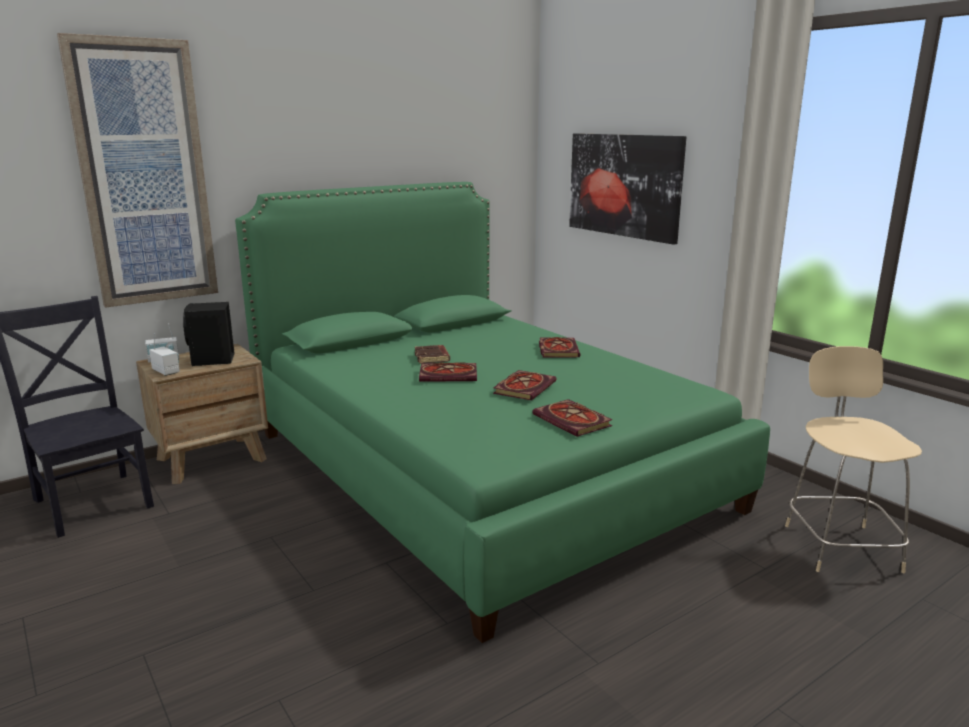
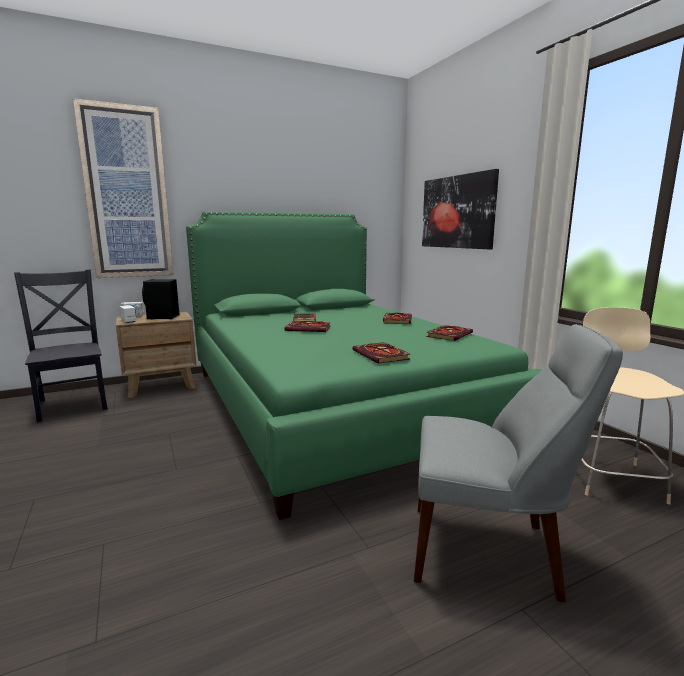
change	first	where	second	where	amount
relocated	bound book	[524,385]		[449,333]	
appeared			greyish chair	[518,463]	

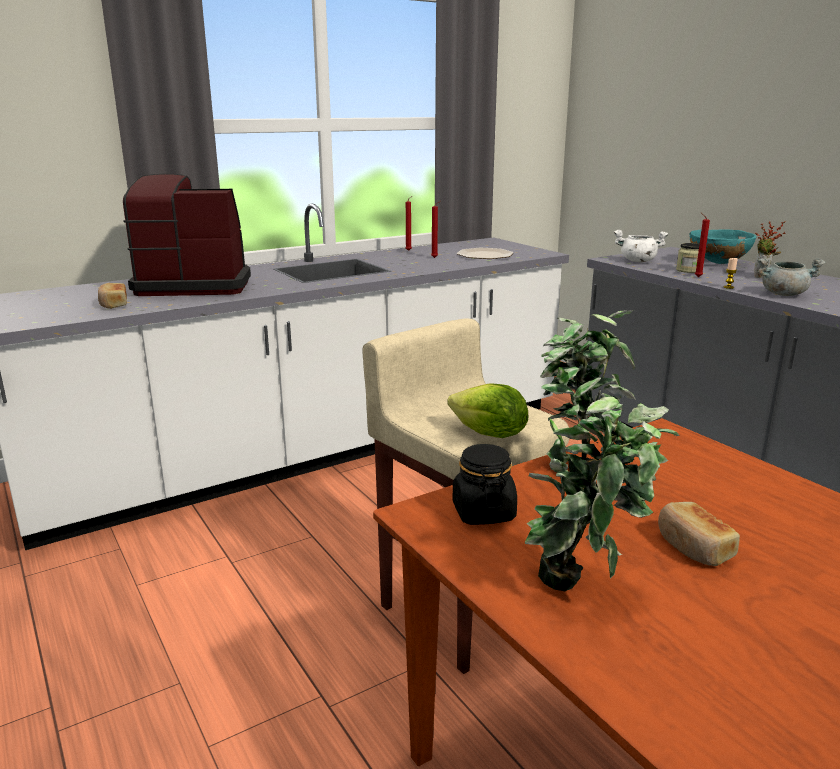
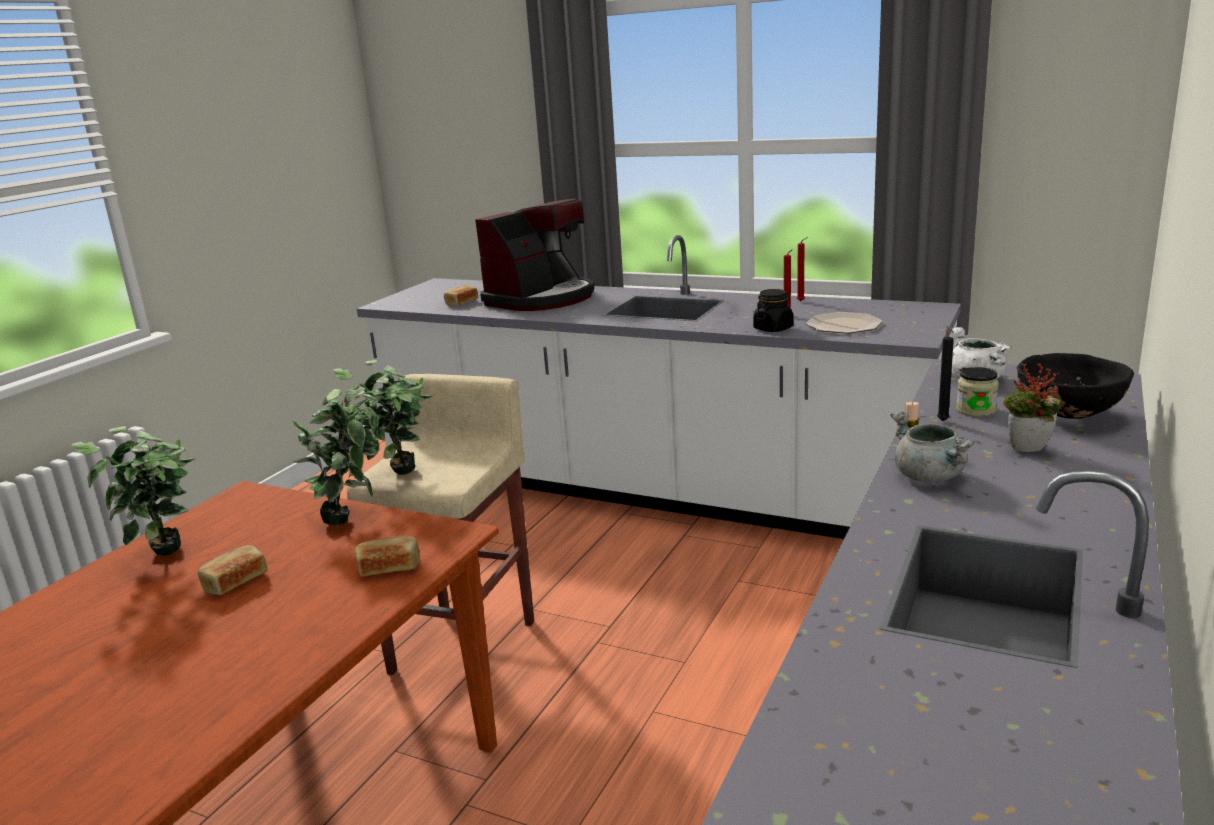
change	first	where	second	where	amount
spun	coffee brewer	[187,235]		[534,255]	75 degrees clockwise
exchanged	lettuce head	[487,410]	houseplant	[382,417]	
relocated	black-coloured storage jar	[485,484]		[773,310]	
colour	turquoise deep dish	[723,246]	black-coloured deep dish	[1075,386]	
colour	reddish wax candle	[702,245]	black-coloured wax candle	[945,373]	
appeared			bakery bread	[387,556]	

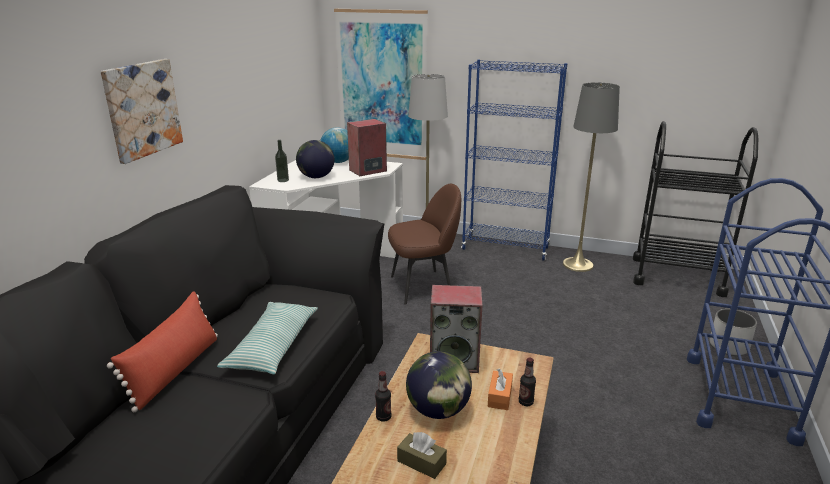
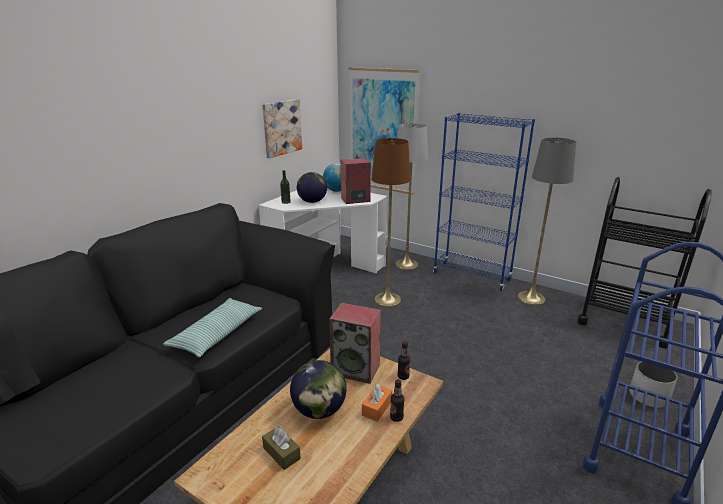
change	first	where	second	where	amount
relocated	wall art	[141,111]		[282,128]	
missing	reddish throw pillow	[162,351]			
relocated	drink bottle	[383,396]		[403,360]	
exchanged	brownish chair	[424,244]	brownish standard lamp	[390,222]	

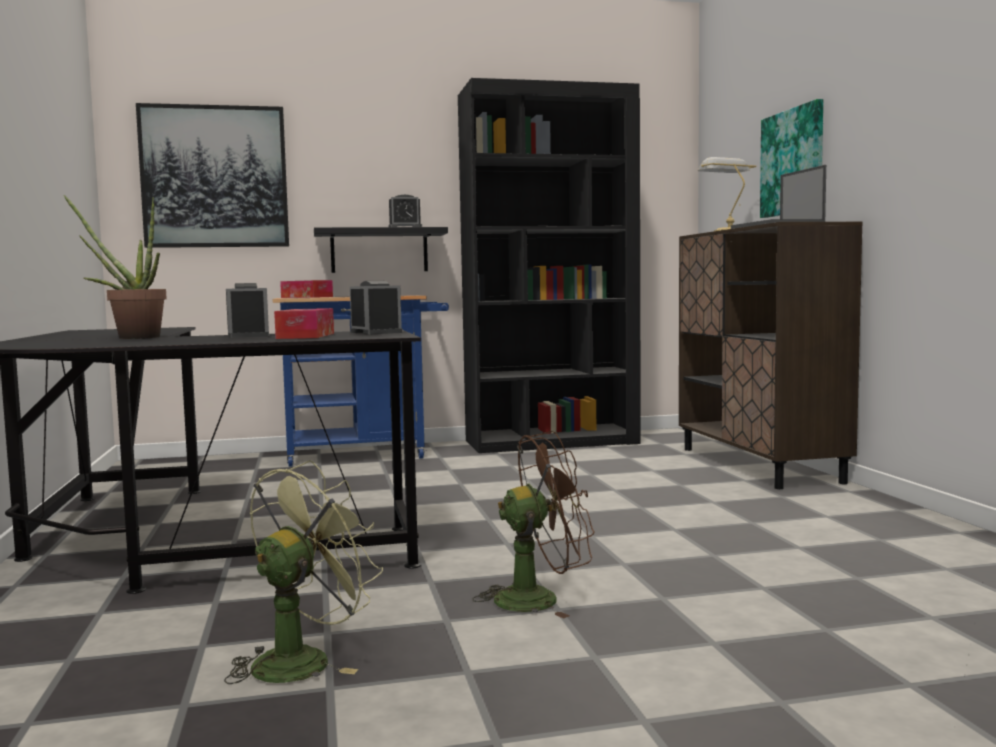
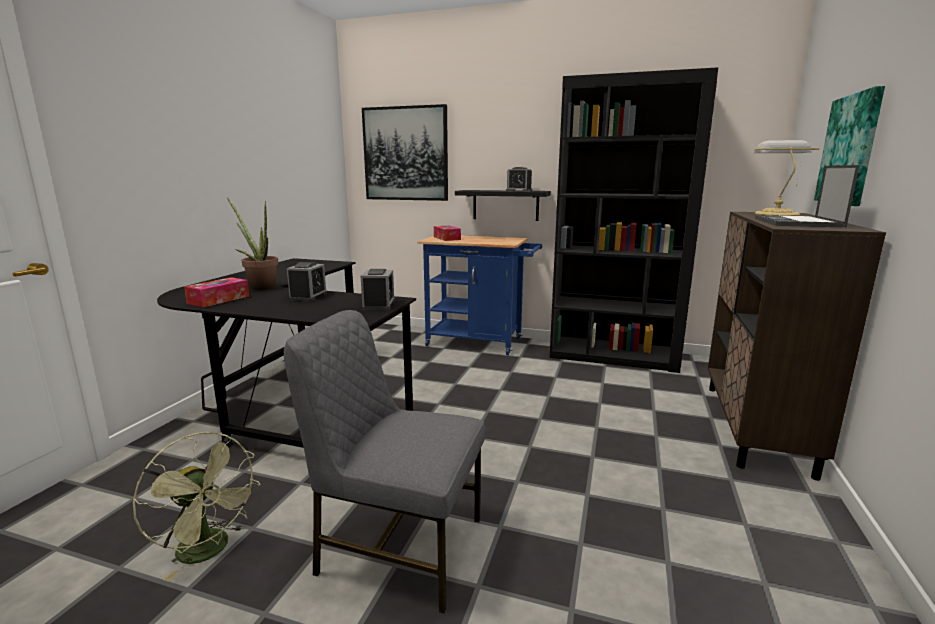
change	first	where	second	where	amount
spun	green cooling fan	[303,572]		[197,506]	60 degrees clockwise
relocated	box of tissues	[304,323]		[216,292]	
exchanged	brownish cooling fan	[533,525]	greyish chair	[385,462]	

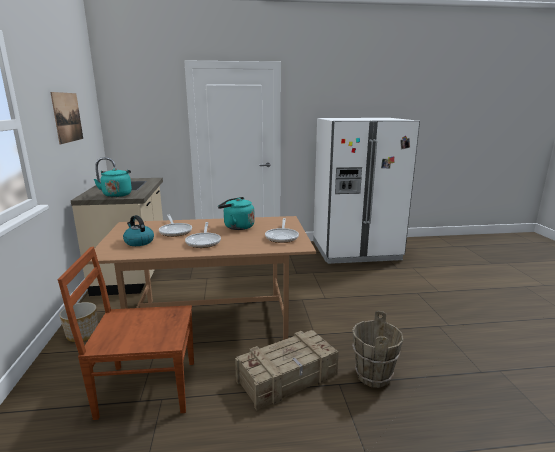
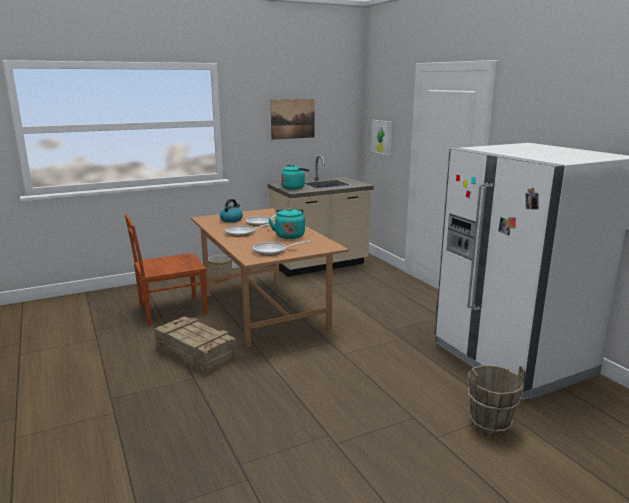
change	first	where	second	where	amount
spun	brownish chair	[125,333]		[166,270]	90 degrees counterclockwise
relocated	brownish bucket	[377,349]		[496,401]	
appeared			wall art	[381,138]	

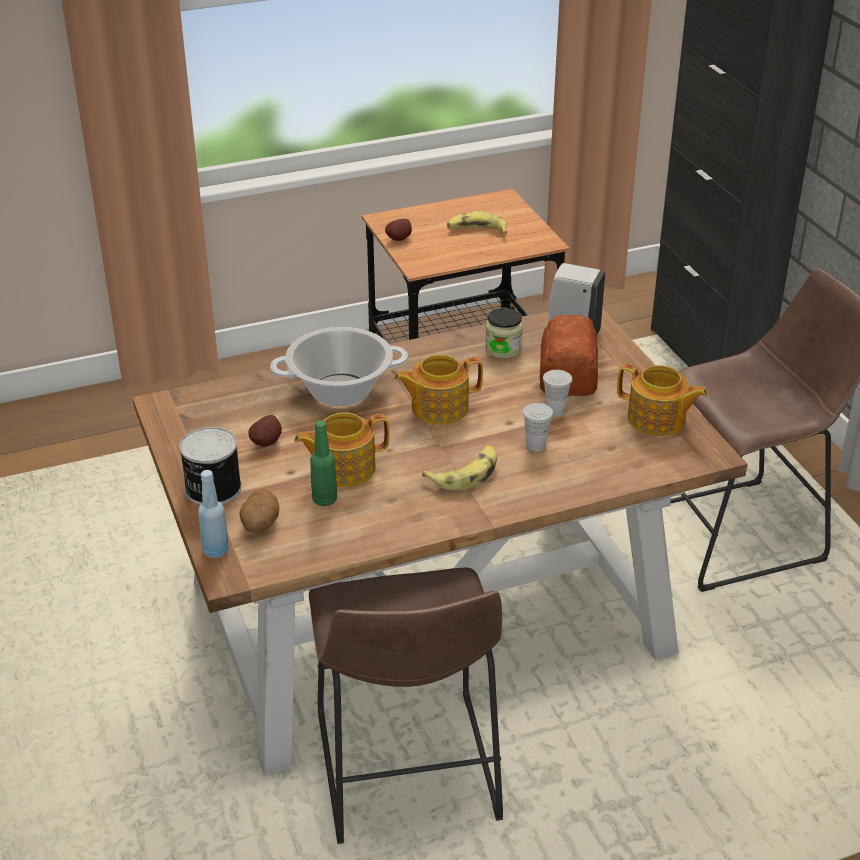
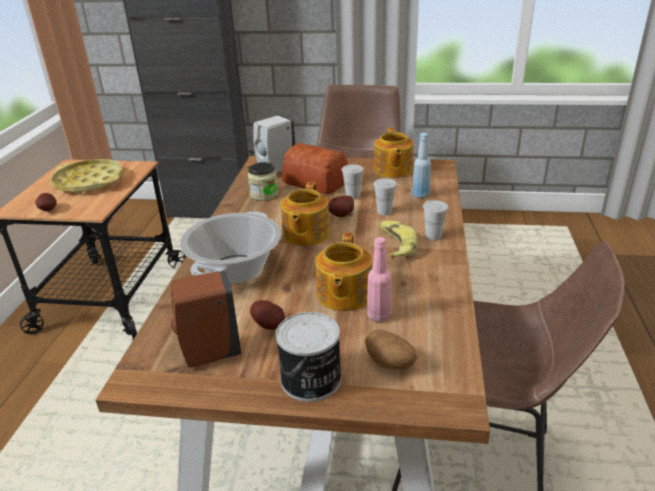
change	first	where	second	where	amount
relocated	blue-coloured drink bottle	[213,514]		[421,165]	
colour	green drink bottle	[323,463]	pink drink bottle	[379,279]	
exchanged	banana	[477,222]	yellowish tray	[86,176]	
spun	tea pot	[662,400]		[394,153]	120 degrees clockwise
appeared			brownish soap dispenser	[206,319]	
appeared			whole potato	[341,206]	
appeared			white-coloured cup	[435,220]	

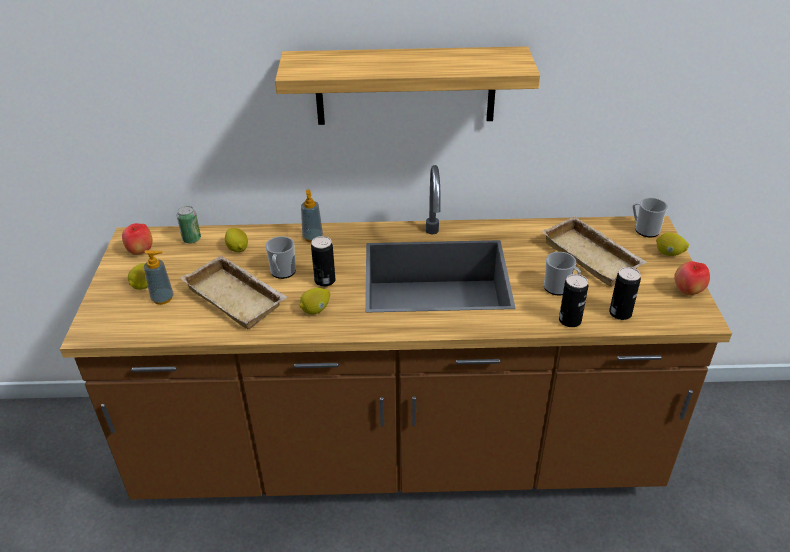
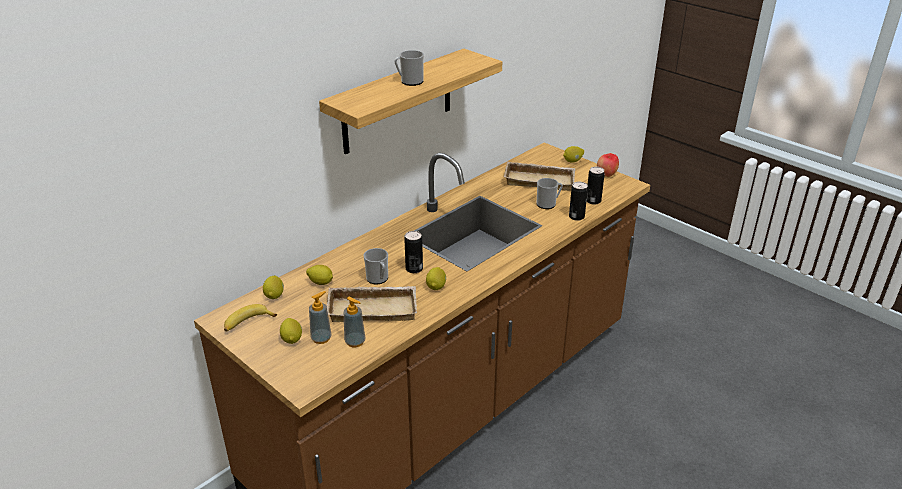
change	first	where	second	where	amount
exchanged	whole apple	[137,239]	banana	[250,317]	
exchanged	metal can	[189,225]	citrus fruit	[273,287]	
relocated	soap dispenser	[312,216]		[354,322]	
relocated	tea mug	[650,217]		[409,68]	

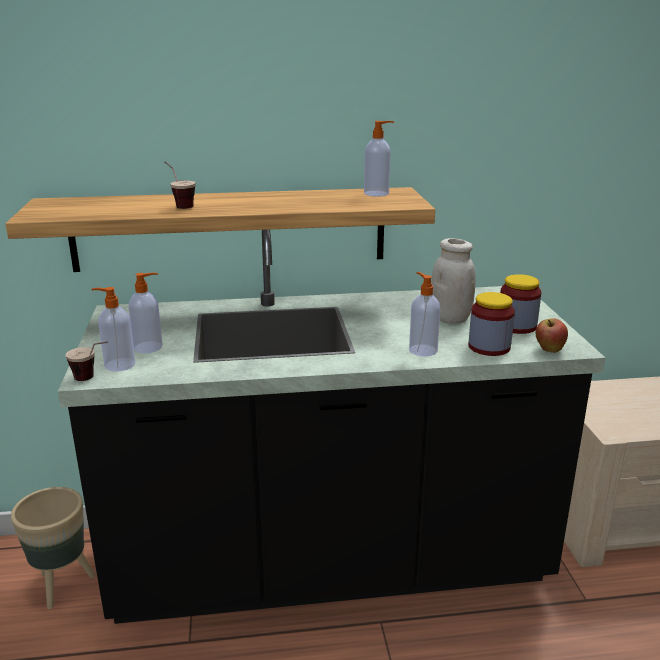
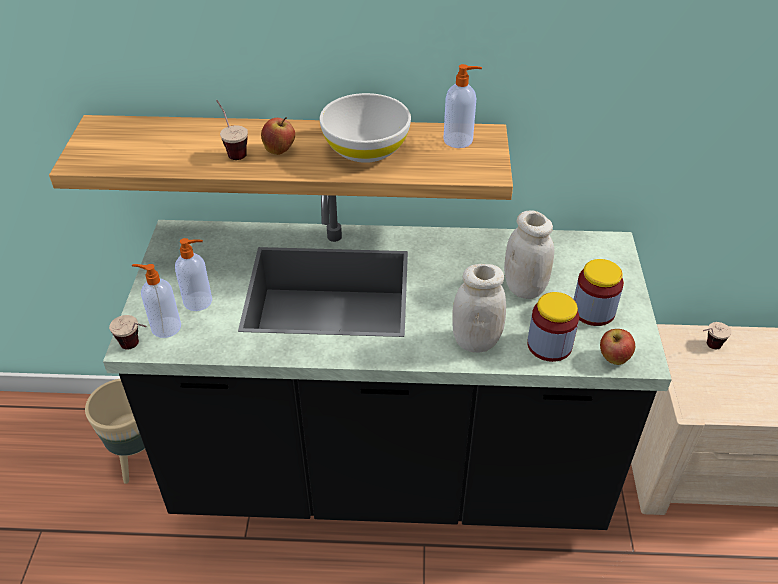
change	first	where	second	where	amount
exchanged	soap dispenser	[424,314]	white-coloured storage jar	[479,308]	
appeared			whole apple	[278,136]	
appeared			white-coloured deep dish	[365,128]	
appeared			cup	[717,335]	

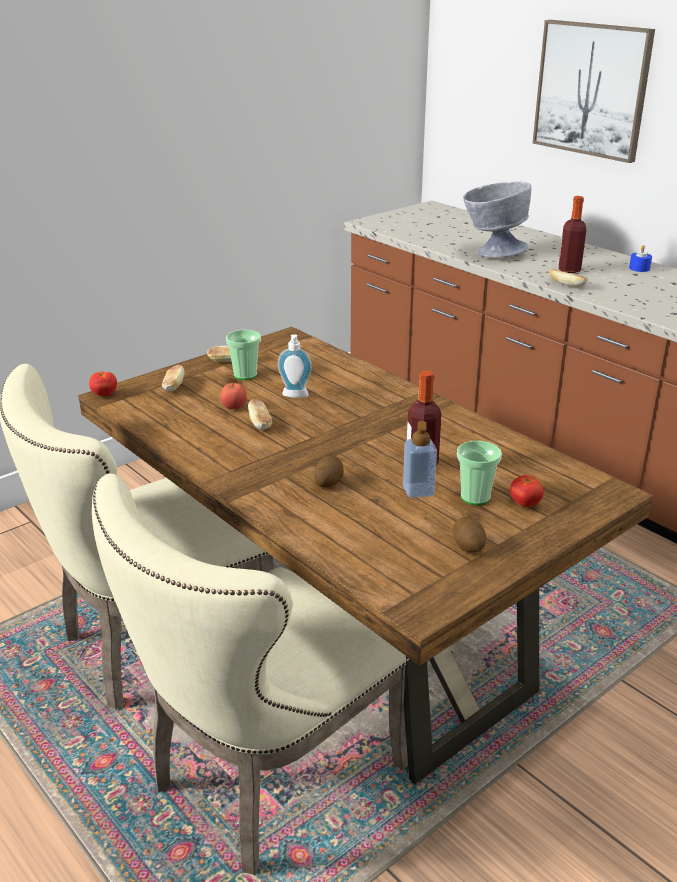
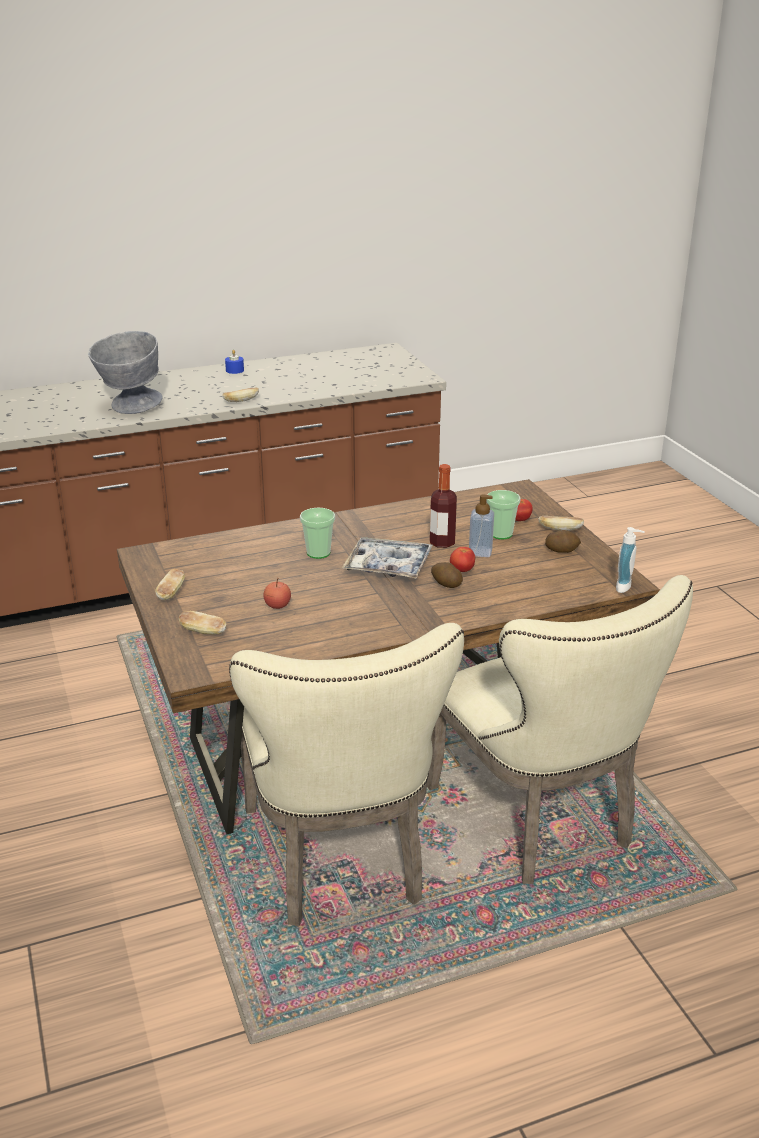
change	first	where	second	where	amount
relocated	fresh tomato	[103,384]		[462,559]	
relocated	cup	[243,355]		[317,533]	
relocated	bakery bread	[260,414]		[561,523]	
relocated	soap dispenser	[295,366]		[630,560]	
missing	wall art	[594,91]			
missing	drink bottle	[572,234]			
appeared			tray	[387,558]	

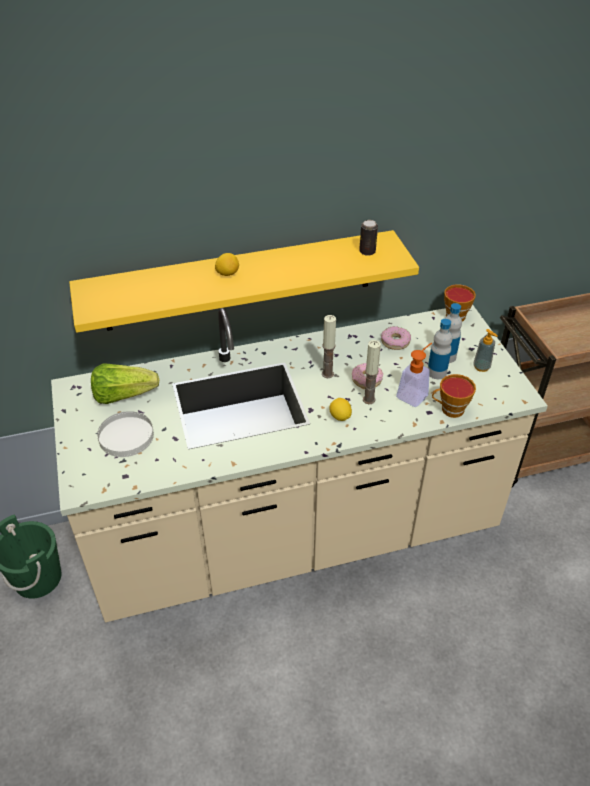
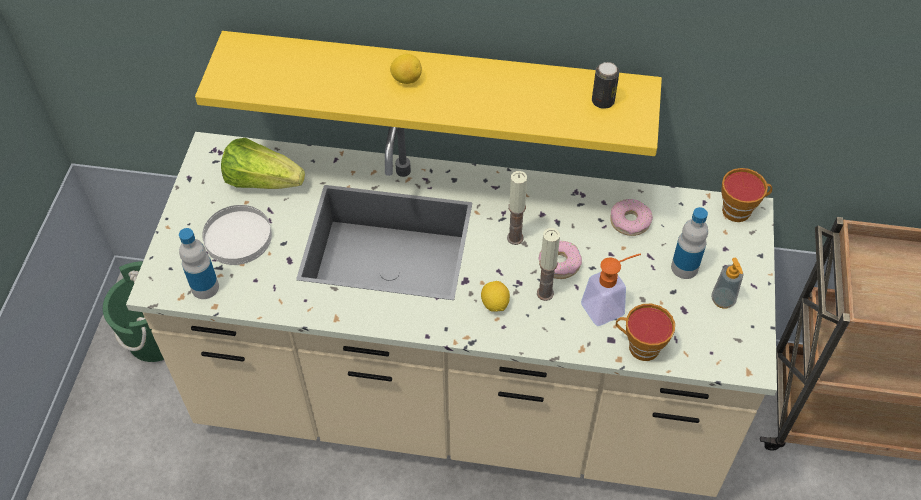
change	first	where	second	where	amount
relocated	drink bottle	[440,349]		[199,263]	

